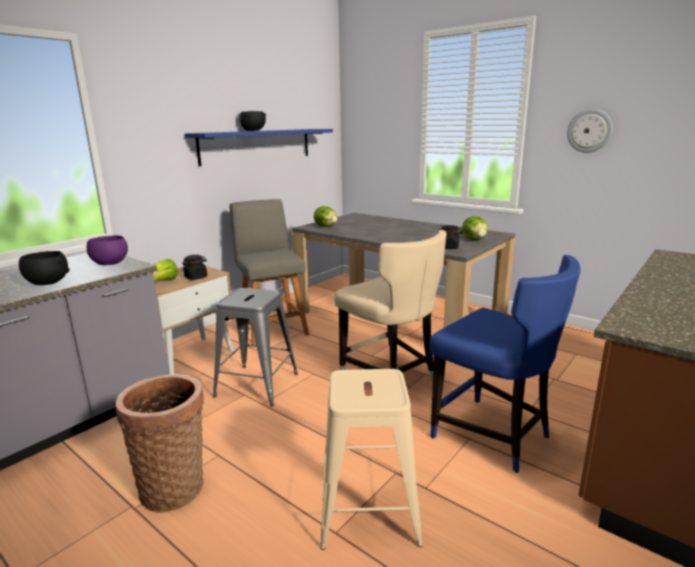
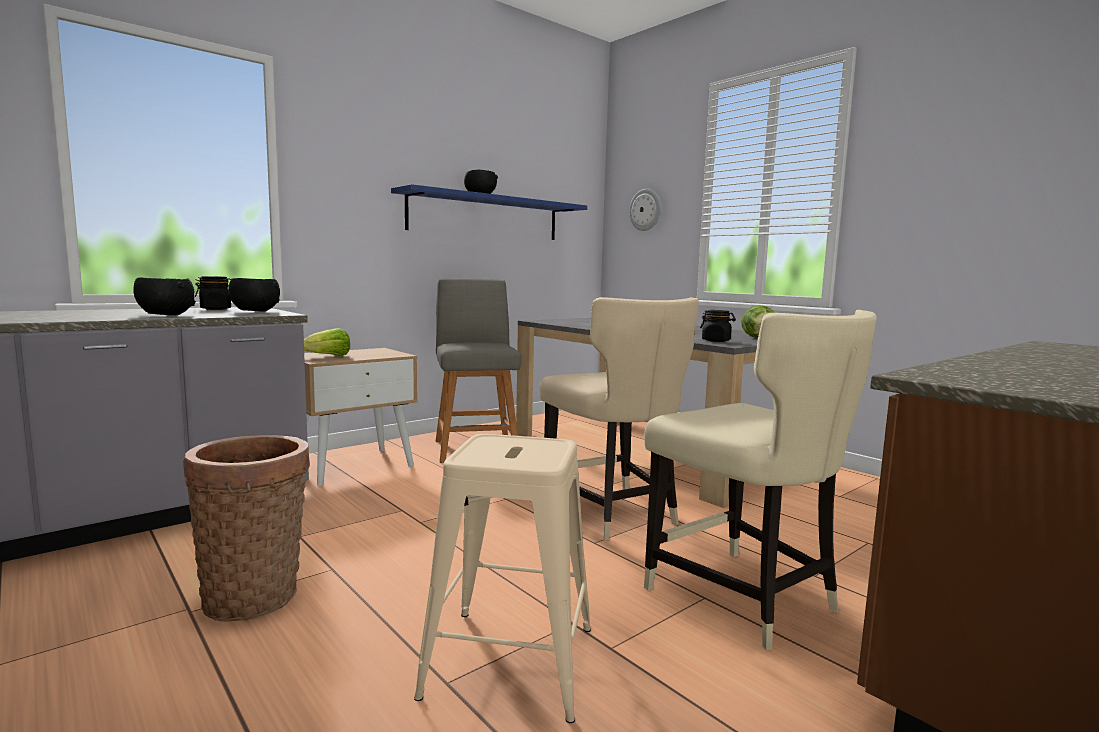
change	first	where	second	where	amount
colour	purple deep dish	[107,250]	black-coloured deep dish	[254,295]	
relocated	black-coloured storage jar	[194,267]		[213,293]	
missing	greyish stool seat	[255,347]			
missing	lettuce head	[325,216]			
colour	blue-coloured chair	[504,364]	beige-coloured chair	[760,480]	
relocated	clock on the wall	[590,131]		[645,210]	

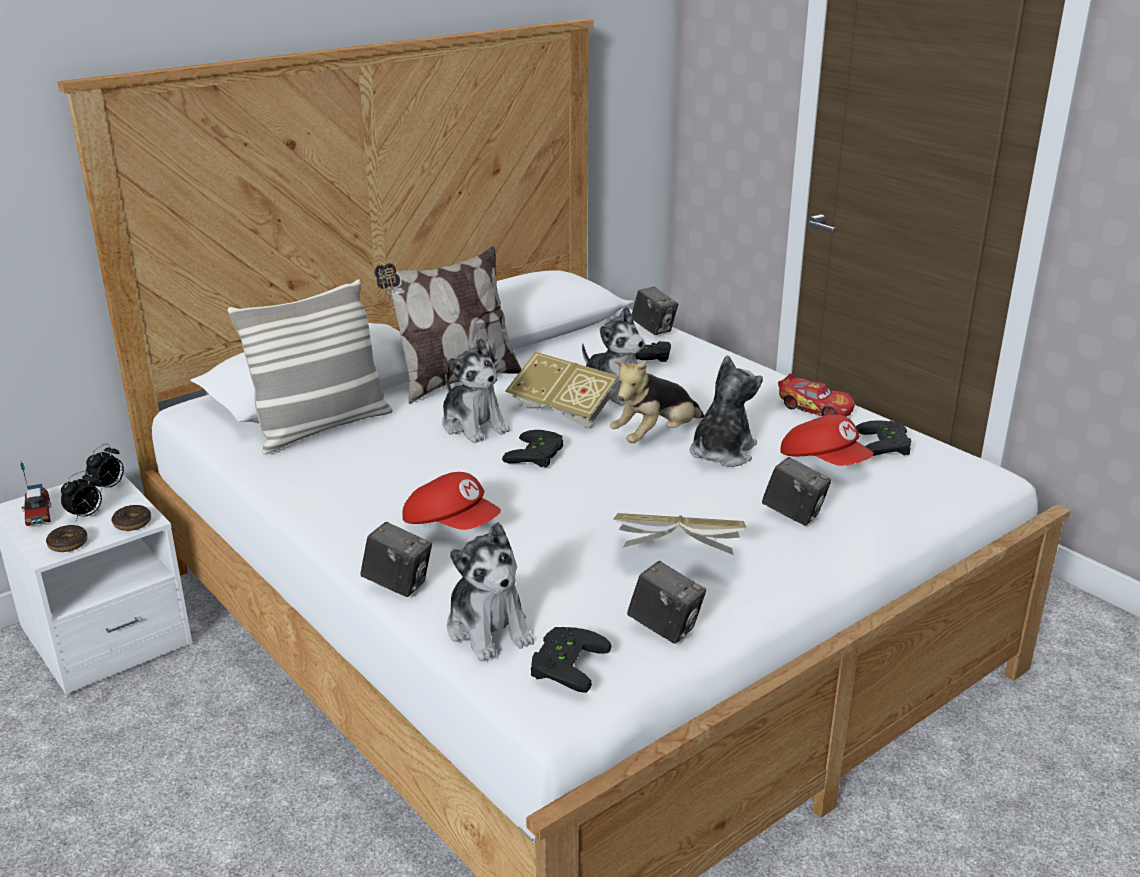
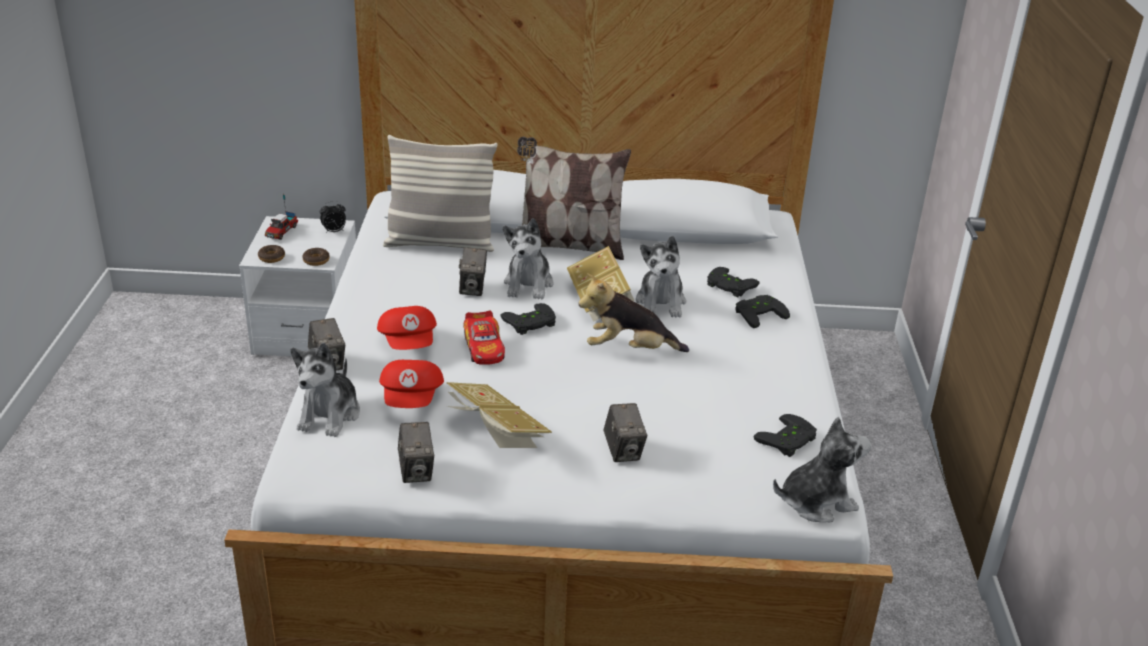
change	first	where	second	where	amount
missing	alarm clock	[81,496]			
relocated	black-coloured gamepad	[571,660]		[762,311]	
relocated	photo camera	[655,311]		[473,271]	
relocated	cuddly toy	[726,411]		[822,469]	
relocated	model car	[816,395]		[484,338]	
relocated	reddish cap	[827,440]		[411,384]	

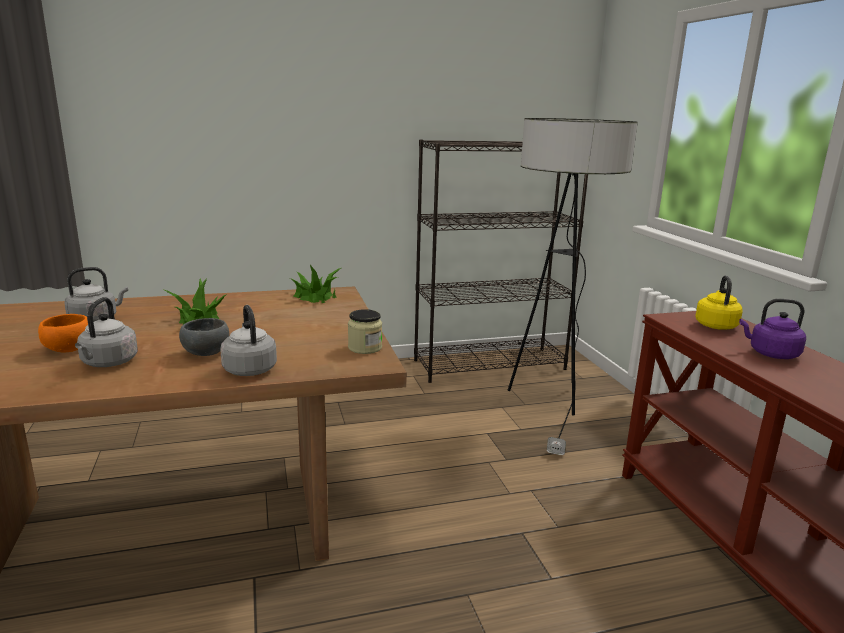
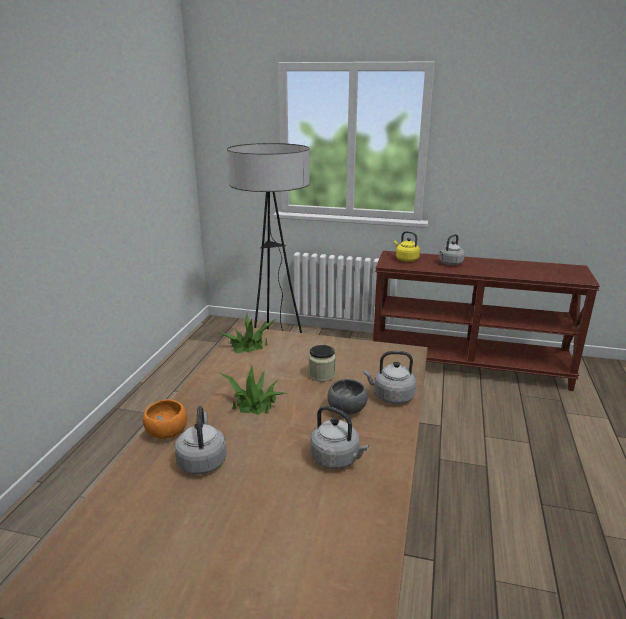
change	first	where	second	where	amount
relocated	orange deep dish	[63,333]		[165,419]	
relocated	storage jar	[365,331]		[322,363]	
missing	black-coloured bookcase	[501,261]			
colour	purple tea kettle	[772,329]	greyish tea kettle	[452,249]	

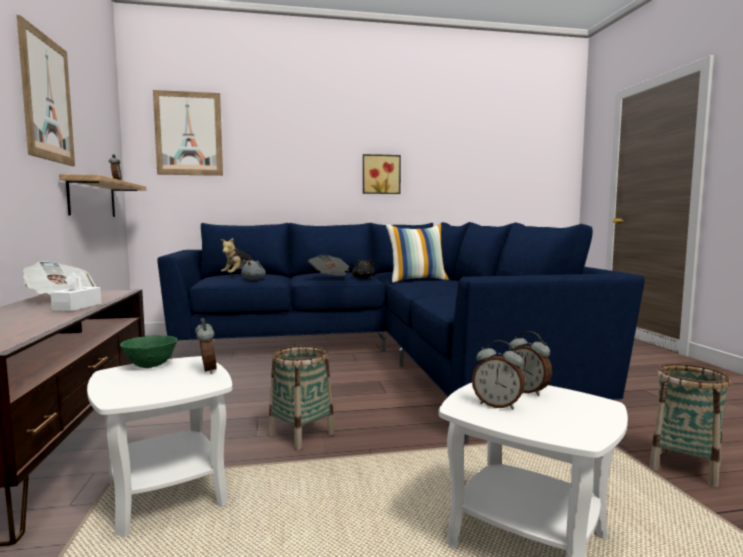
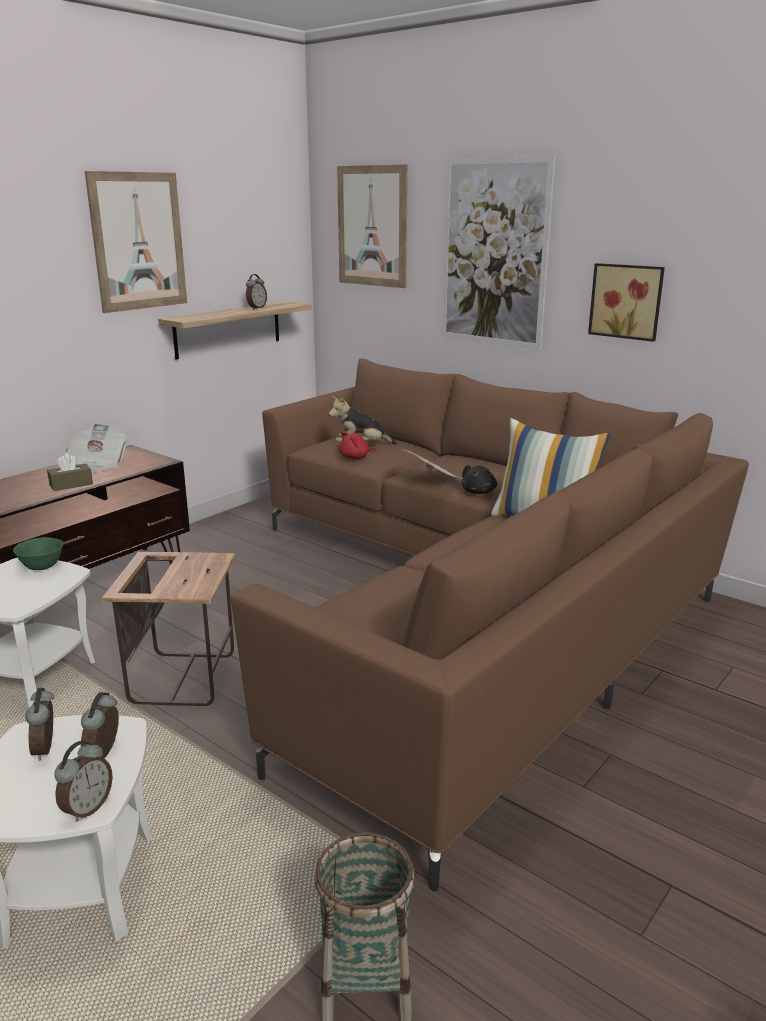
change	first	where	second	where	amount
colour	white-coloured box of tissues	[76,291]	brownish box of tissues	[70,472]	
colour	blue-coloured settee	[401,333]	brownish settee	[490,625]	
relocated	alarm clock	[206,346]		[83,781]	
colour	greyish cuddly toy	[253,270]	reddish cuddly toy	[357,445]	
exchanged	storage basket	[301,397]	end table	[168,629]	
appeared			wall art	[498,252]	

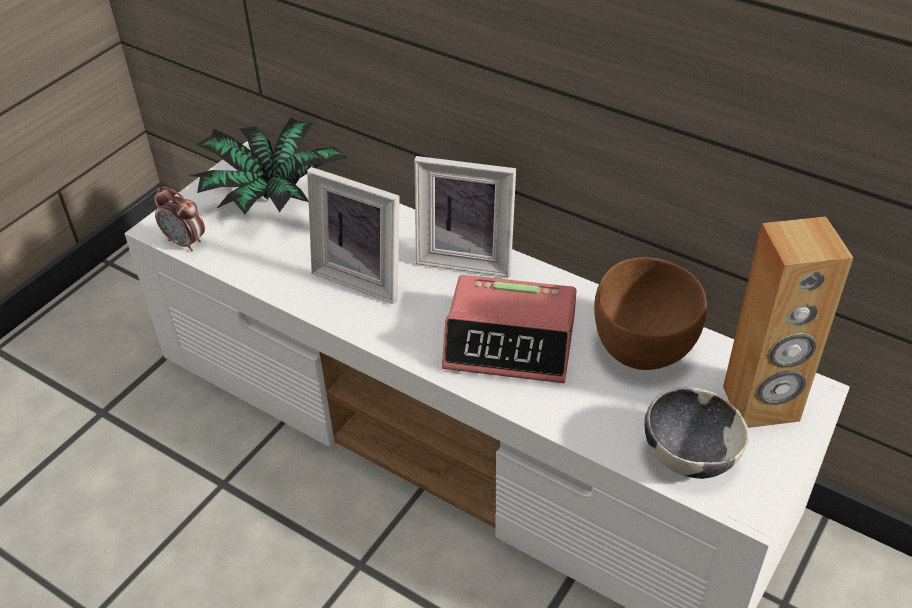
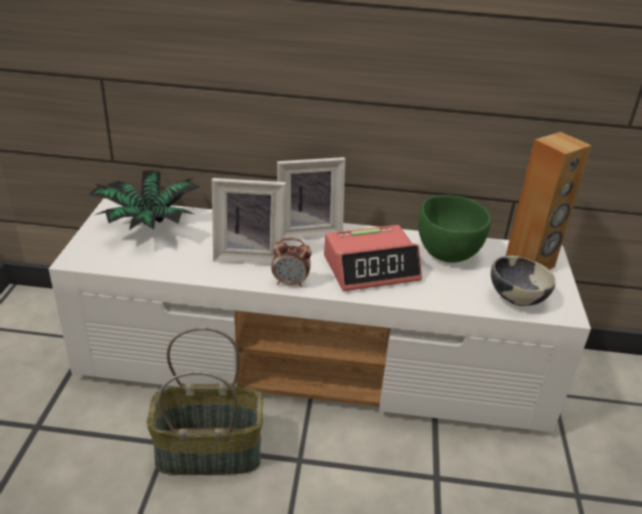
change	first	where	second	where	amount
relocated	alarm clock	[179,219]		[291,262]	
colour	brownish deep dish	[650,313]	green deep dish	[454,229]	
appeared			storage basket	[205,401]	

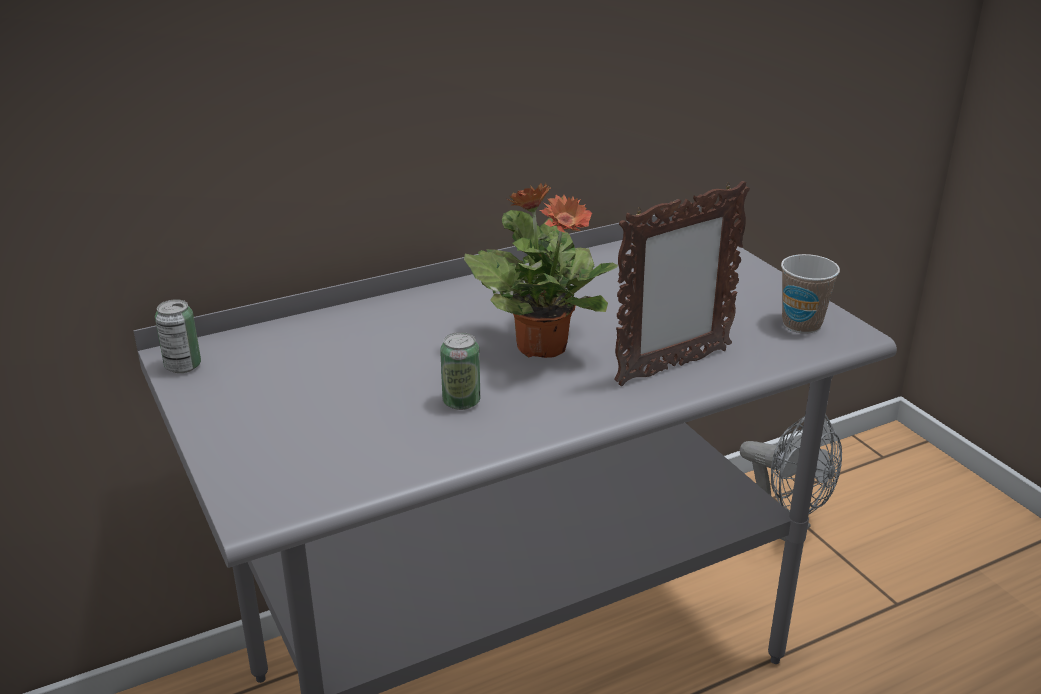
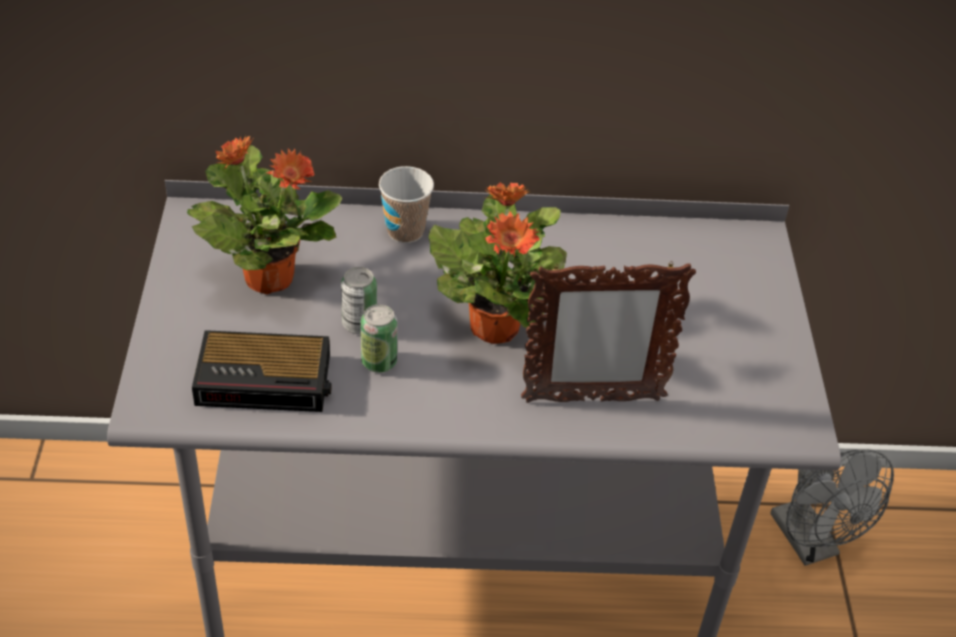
change	first	where	second	where	amount
relocated	metal can	[178,336]		[359,300]	
relocated	cup	[810,294]		[406,204]	
appeared			houseplant	[264,214]	
appeared			alarm clock	[262,371]	

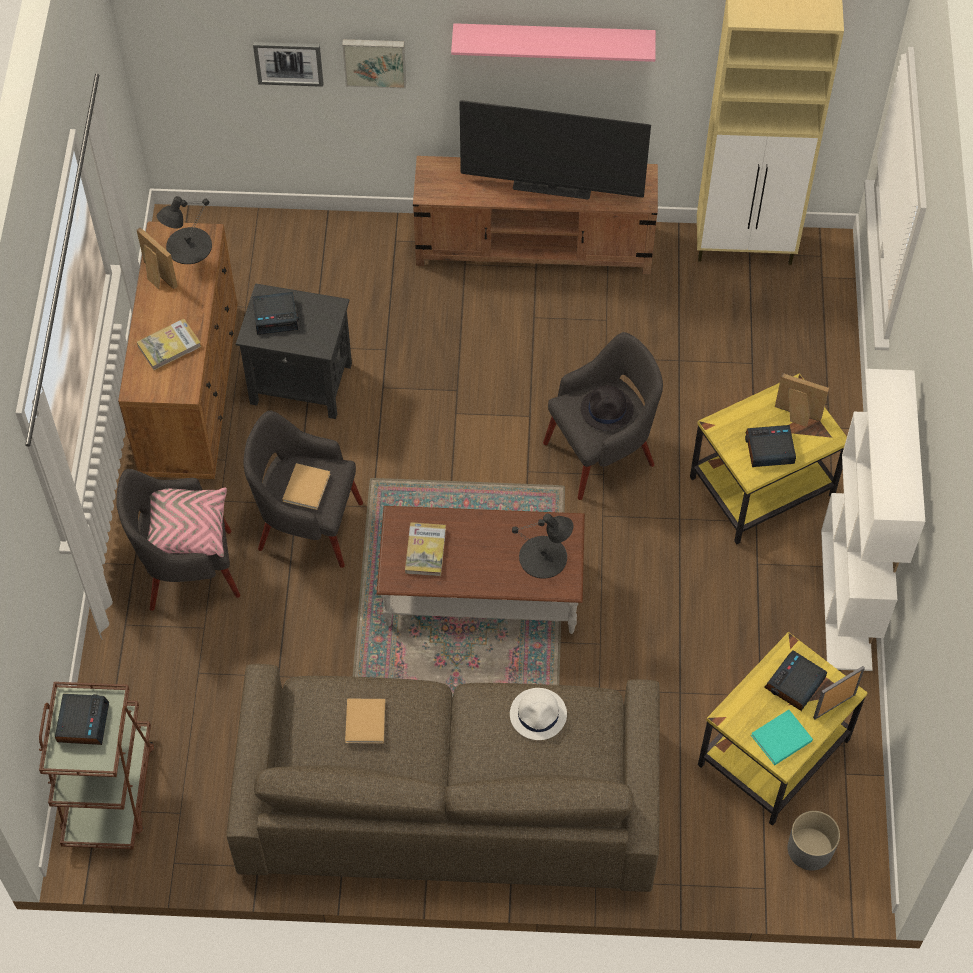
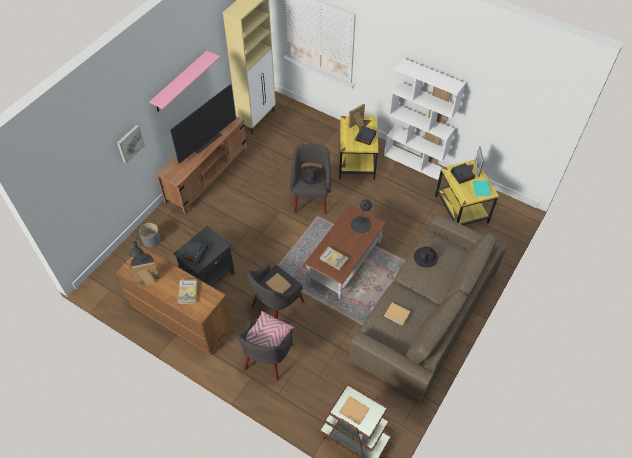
change	first	where	second	where	amount
exchanged	alarm clock	[82,719]	beige-coloured bound book	[354,410]	
missing	wall art	[288,64]			
colour	white-coloured hat	[538,714]	black-coloured hat	[426,256]	
relocated	greyish plant pot	[814,841]		[150,235]	

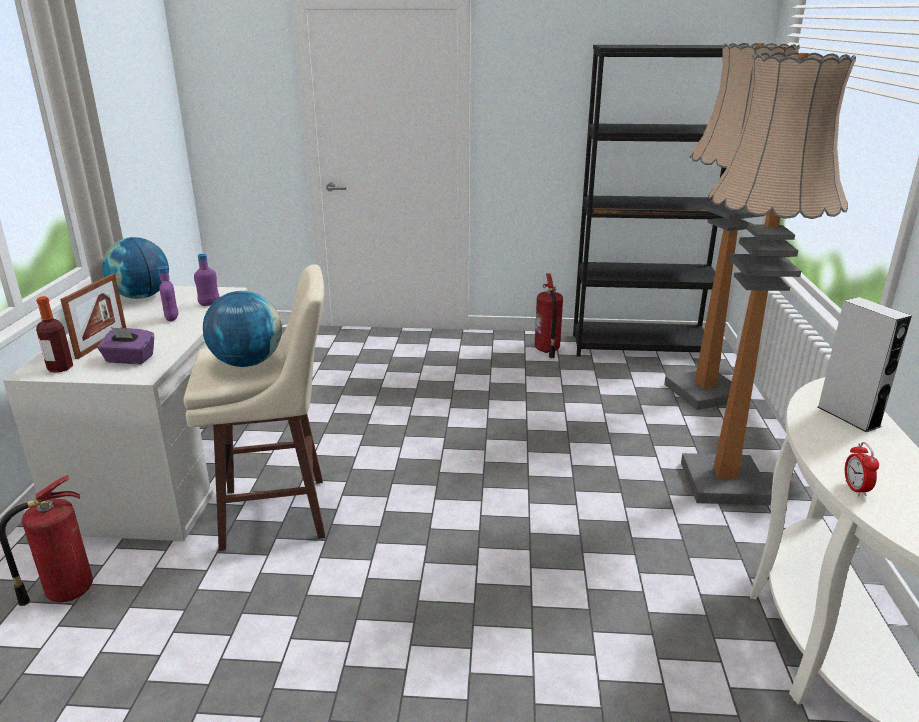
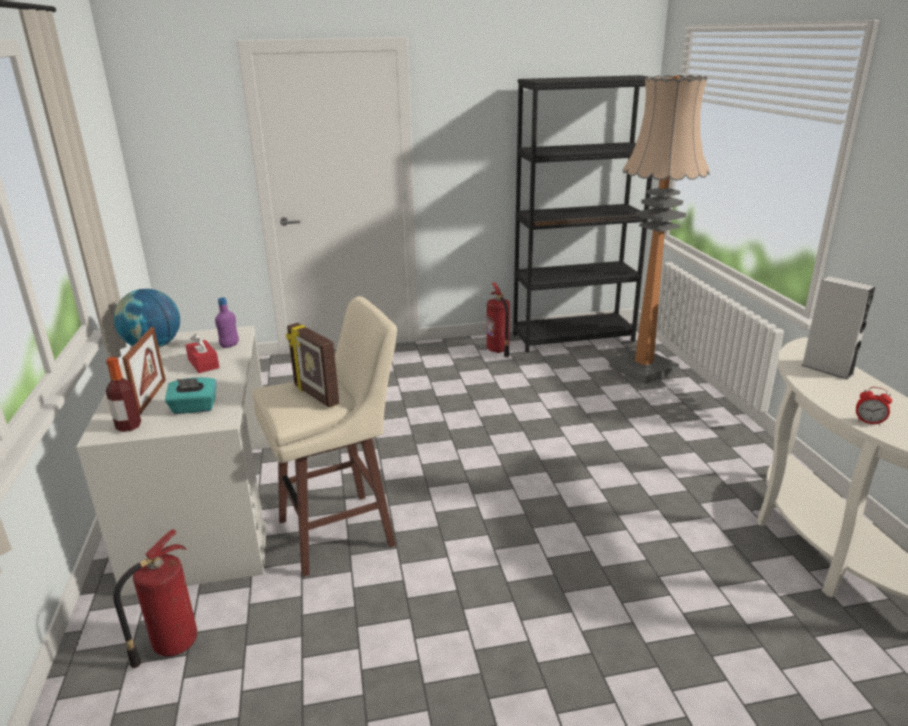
change	first	where	second	where	amount
colour	purple box of tissues	[125,345]	turquoise box of tissues	[191,395]	
exchanged	purple drink bottle	[168,293]	reddish box of tissues	[202,353]	
exchanged	globe	[242,329]	photo frame	[312,365]	
missing	standard lamp	[768,278]			
spun	alarm clock	[862,469]		[874,406]	45 degrees counterclockwise

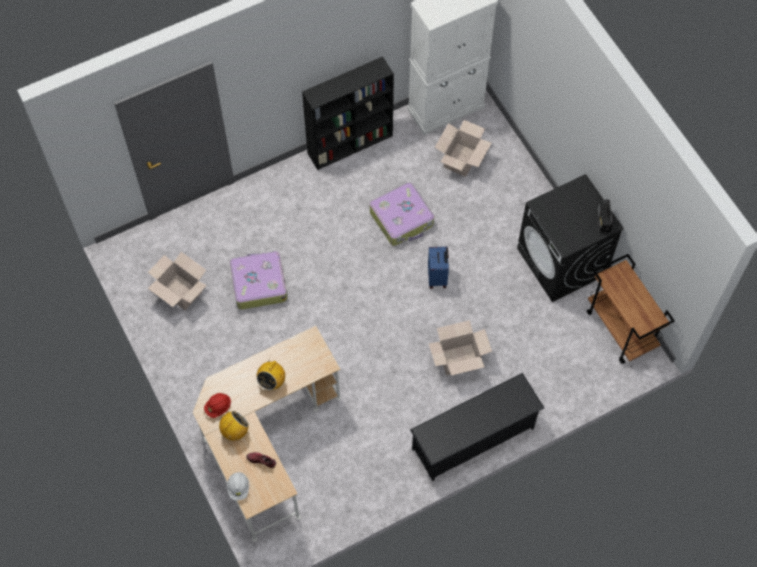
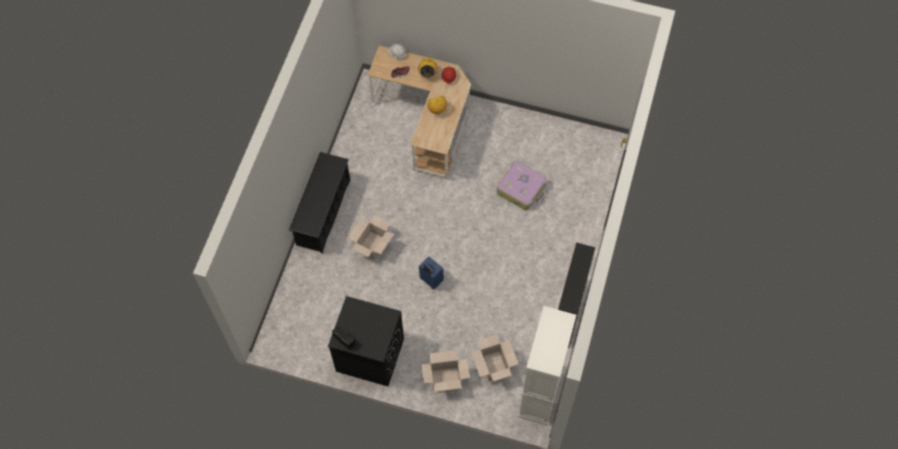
change	first	where	second	where	amount
relocated	carton	[177,281]		[445,371]	
missing	piece of luggage	[402,214]			
missing	brownish wheeled cart	[631,309]			

